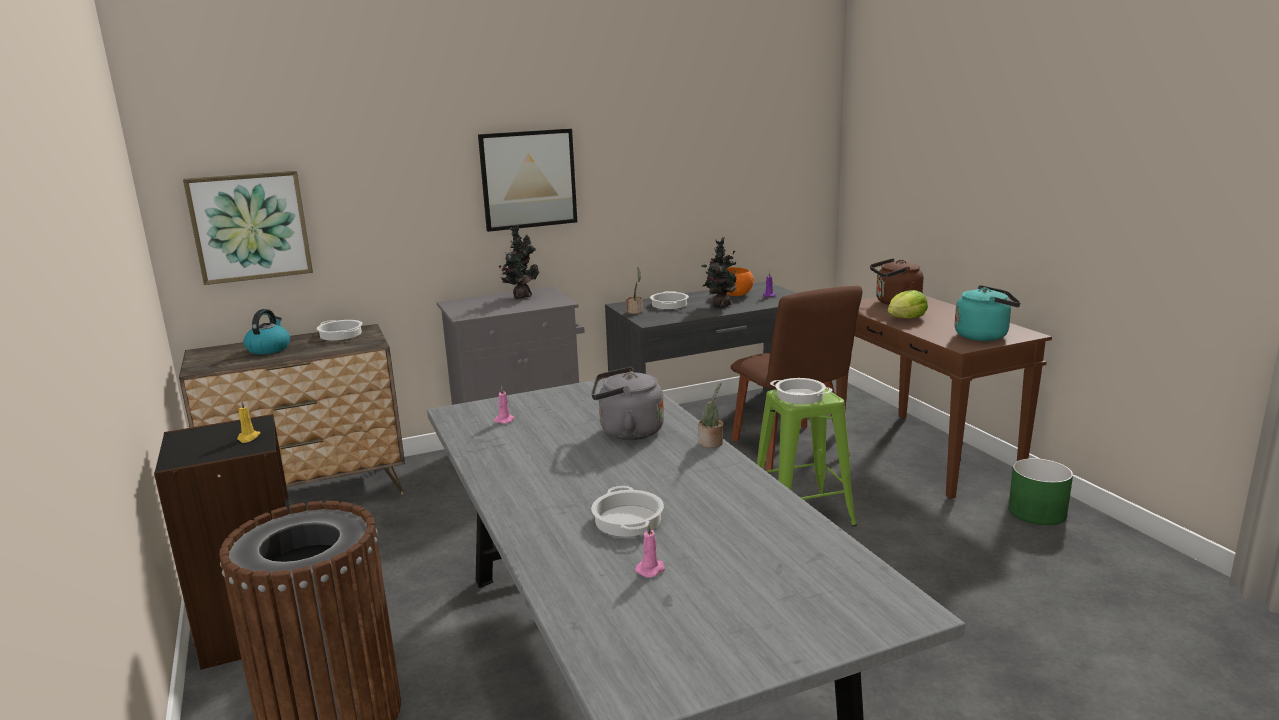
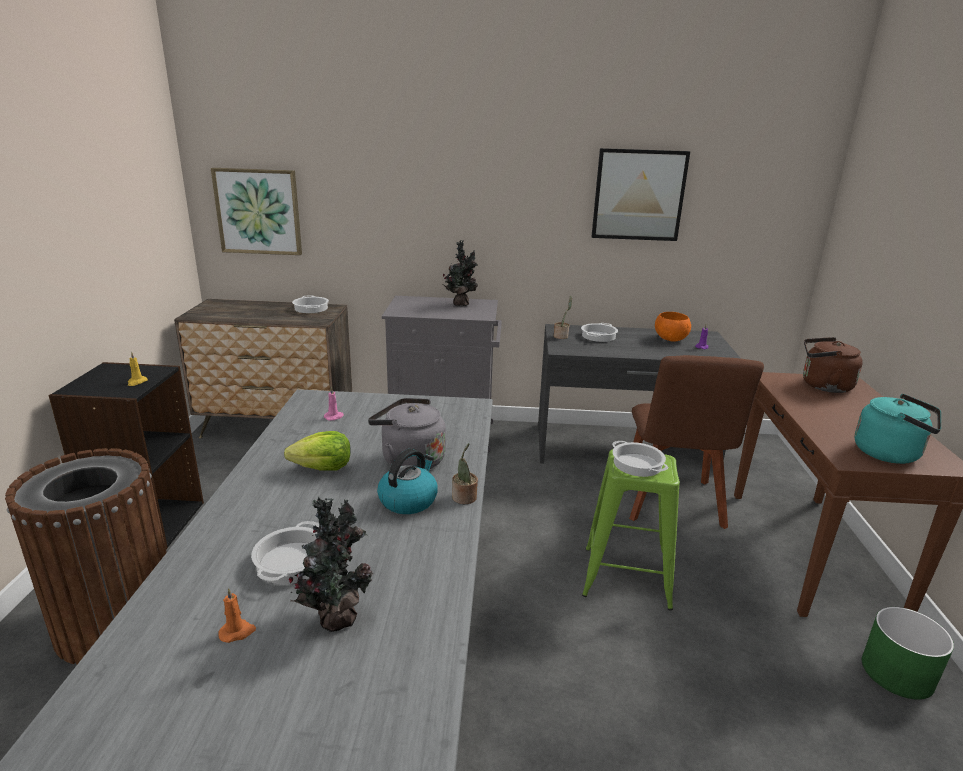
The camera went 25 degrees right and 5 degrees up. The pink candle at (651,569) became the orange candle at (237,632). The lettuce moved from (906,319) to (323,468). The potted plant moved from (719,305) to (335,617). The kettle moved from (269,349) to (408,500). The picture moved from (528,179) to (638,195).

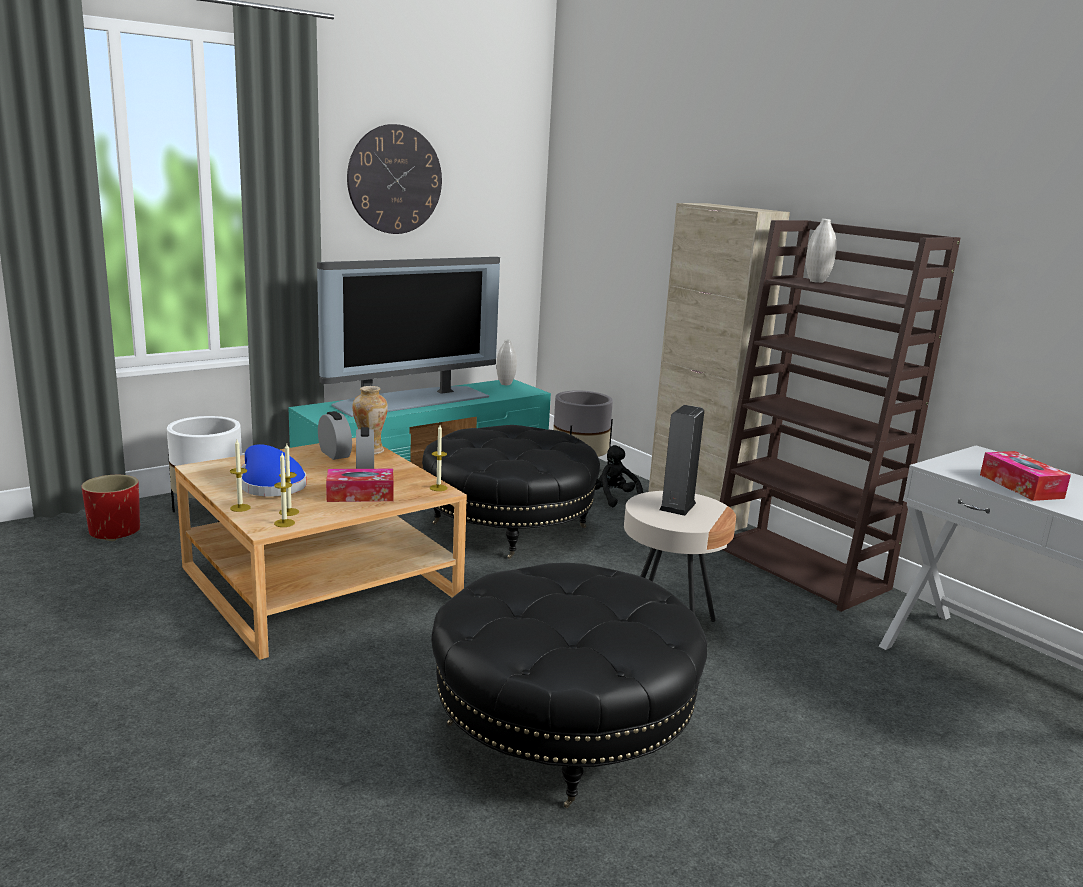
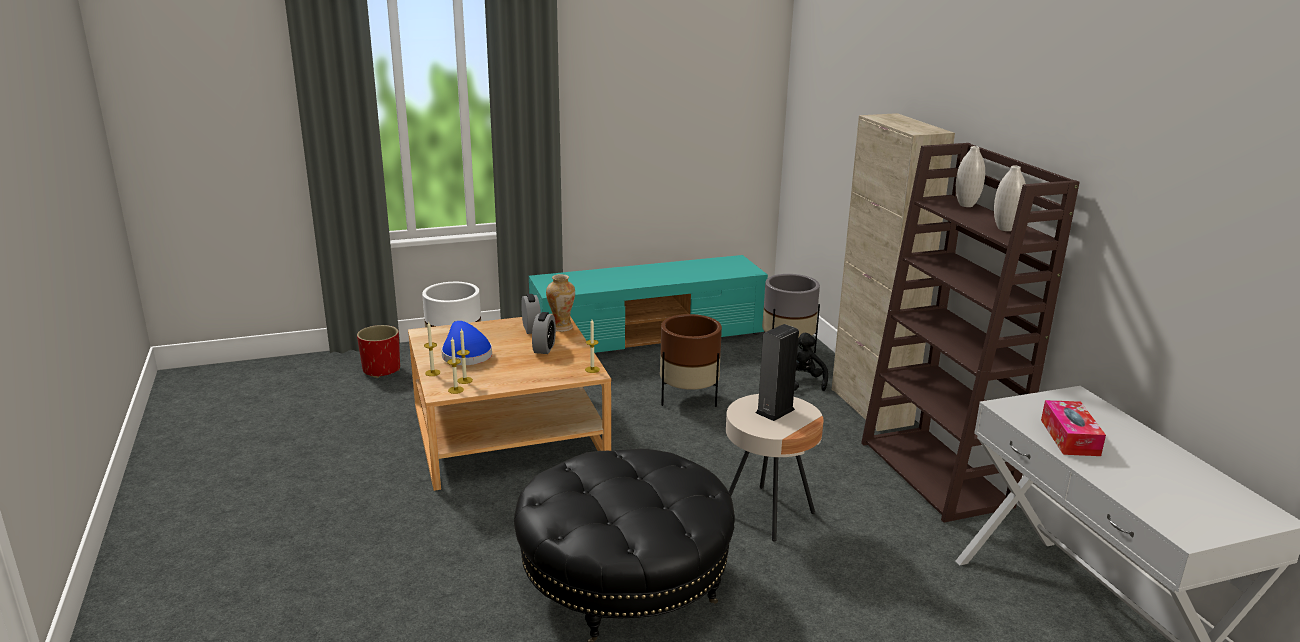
The camera went 20 degrees right and 5 degrees up. The black ottoman at (508,526) was replaced by the brown planter at (688,398). The white vase moved from (505,384) to (1005,229). The television at (410,400) disappeared. The tissue box at (360,495) disappeared. The wall clock at (395,179) disappeared.

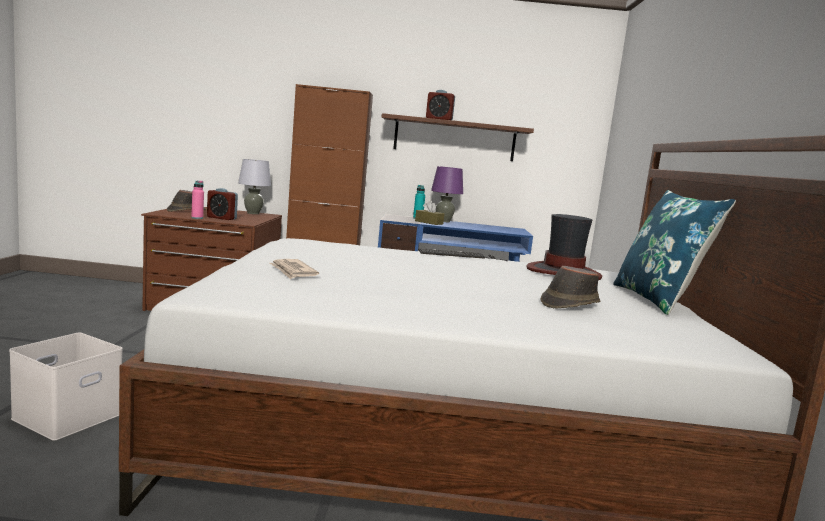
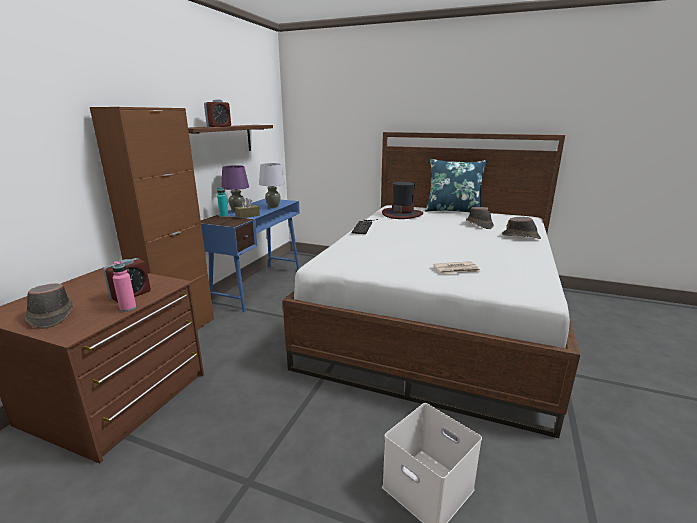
The camera went 70 degrees left and 10 degrees up. The grey table lamp moved from (253,213) to (273,207). The brown hat at (521,237) appeared.

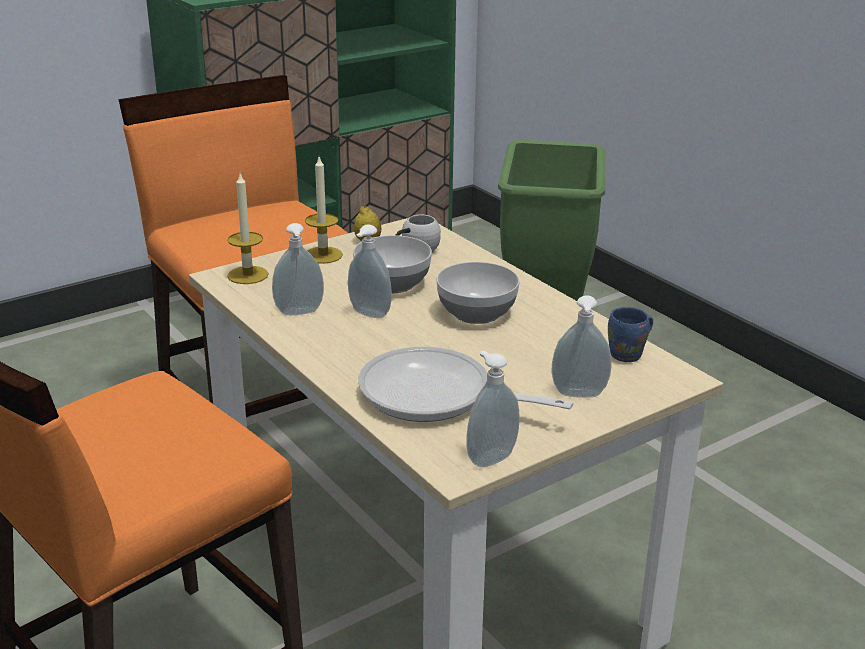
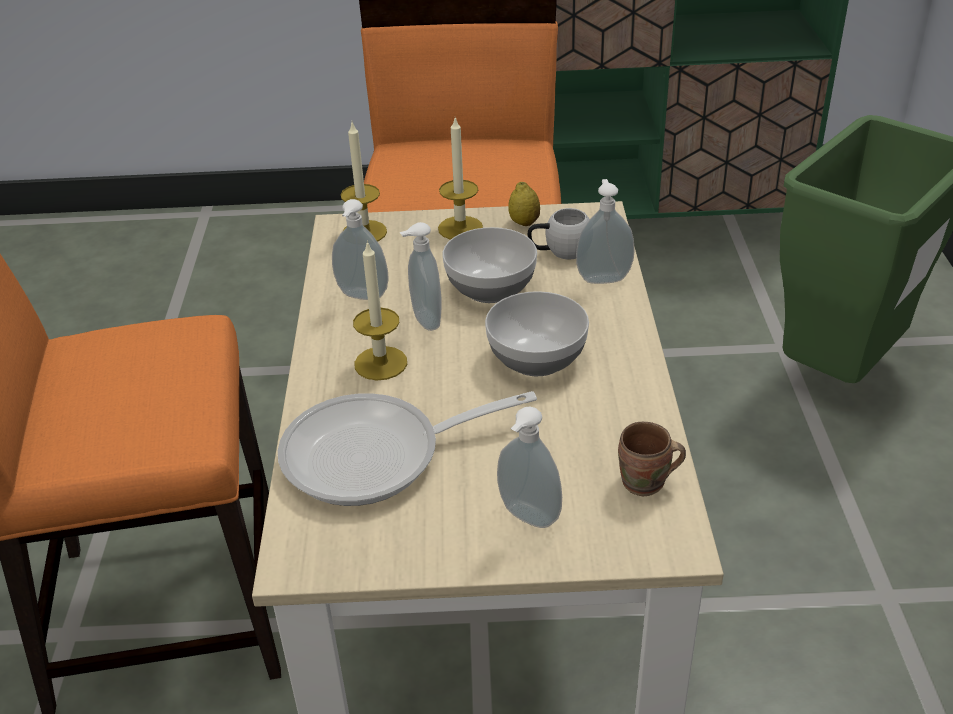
The camera went 35 degrees right and 10 degrees up. The frying pan at (436,397) turned 75 degrees counterclockwise. The candle at (380,363) appeared. The soap dispenser moved from (489,457) to (603,278). The blue mug at (628,355) became the brown mug at (646,484).

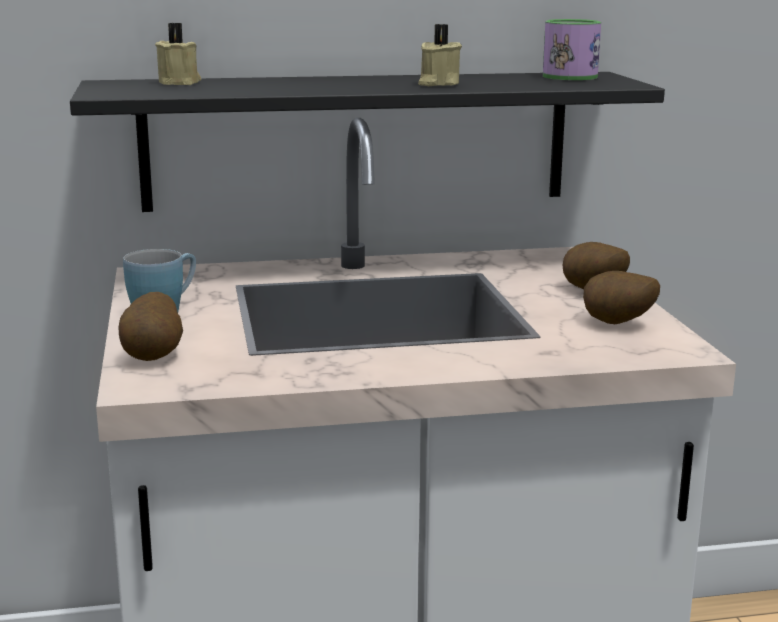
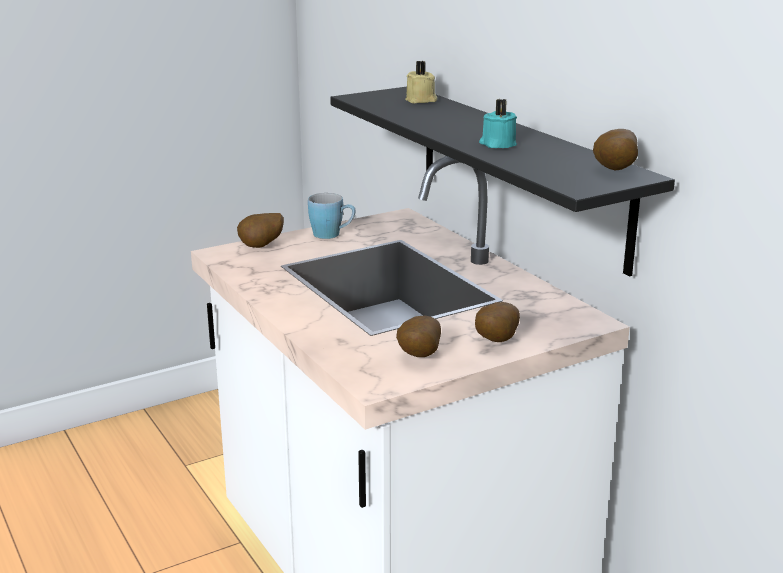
The camera went 70 degrees right and 5 degrees up. The beige candle at (437,84) became the turquoise candle at (497,144). The mug at (574,75) was replaced by the potato at (613,170).

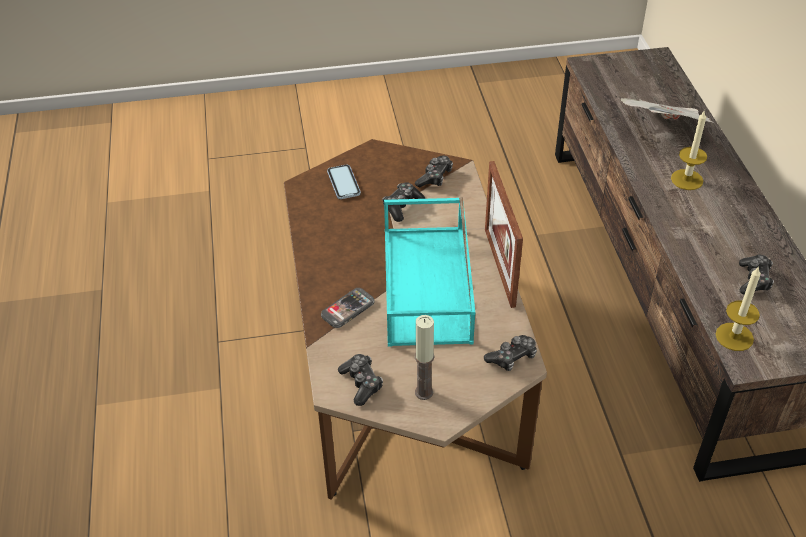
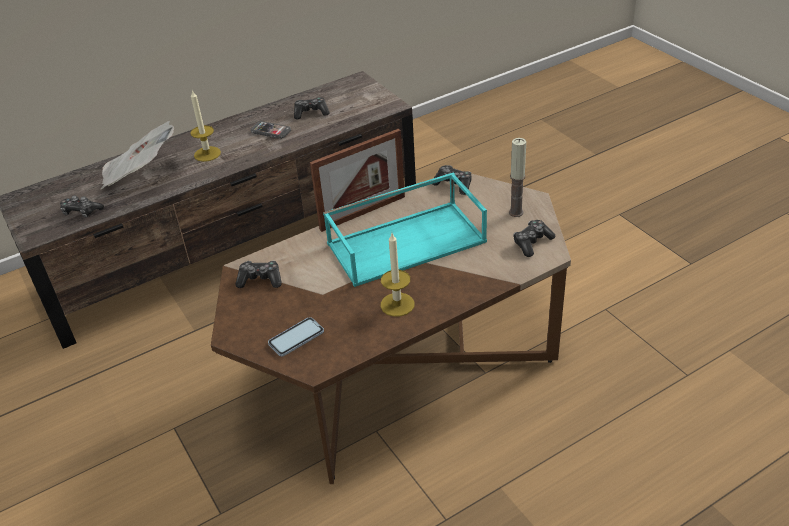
The camera went 110 degrees left and 5 degrees down. The game controller moved from (402,206) to (81,212). The phone moved from (348,309) to (271,131). The candle moved from (734,336) to (397,304).

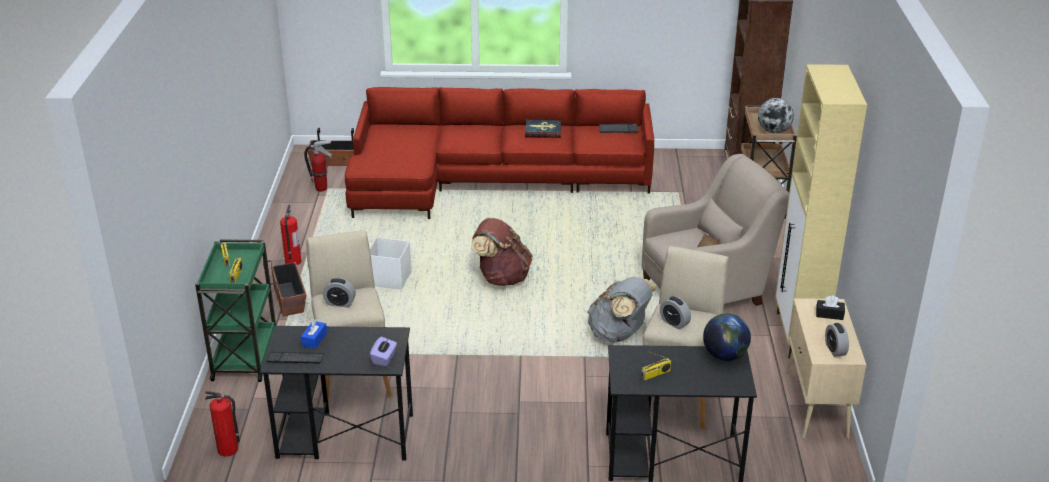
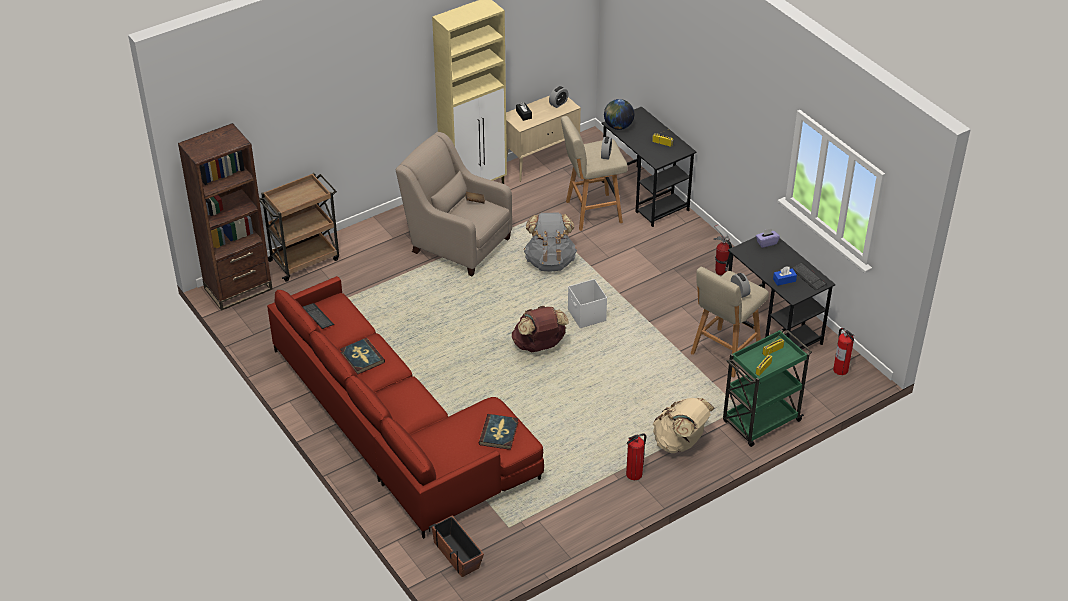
The camera went 125 degrees left and 10 degrees up. The book at (499,433) appeared. The white storage box moved from (389,278) to (586,316). The planter at (289,299) was replaced by the beige backpack at (680,442). The fire extinguisher moved from (322,189) to (720,271). The globe at (773,131) disappeared.

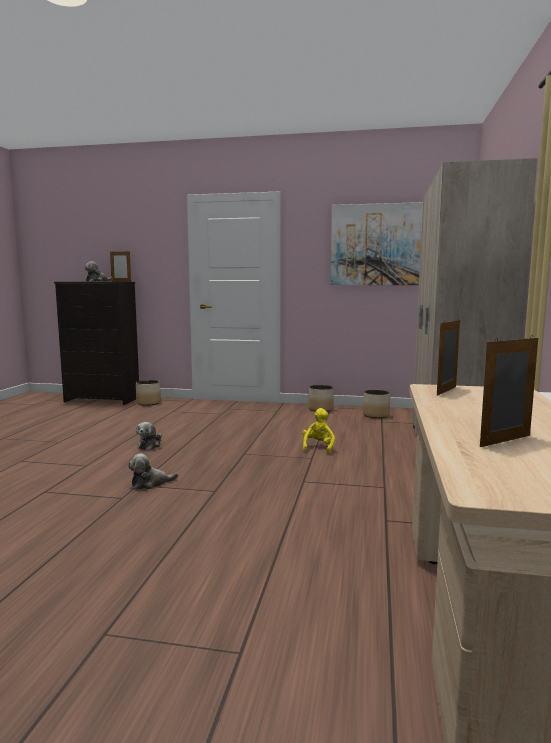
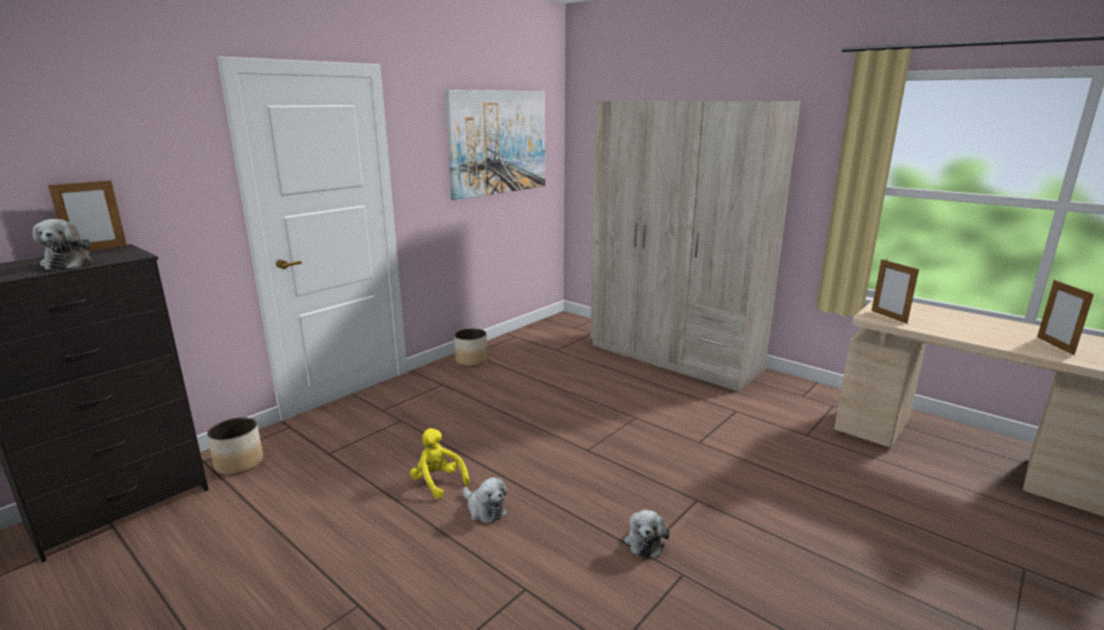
The camera went 60 degrees left and 10 degrees up. The yellow plush toy moved from (318,448) to (438,482). The planter at (375,415) disappeared.

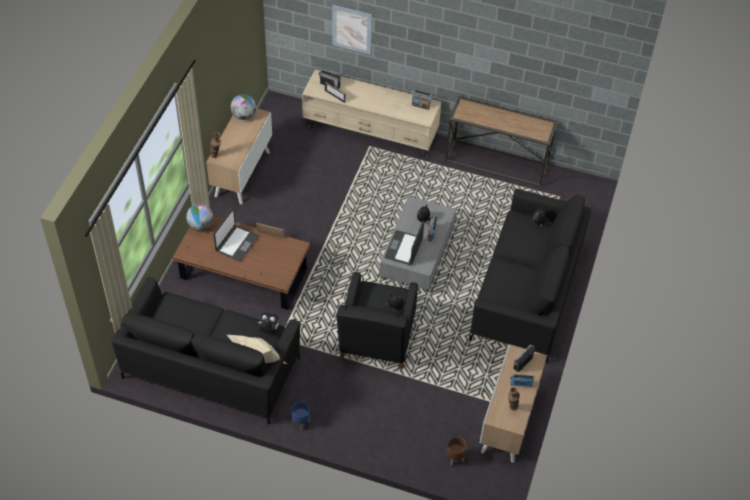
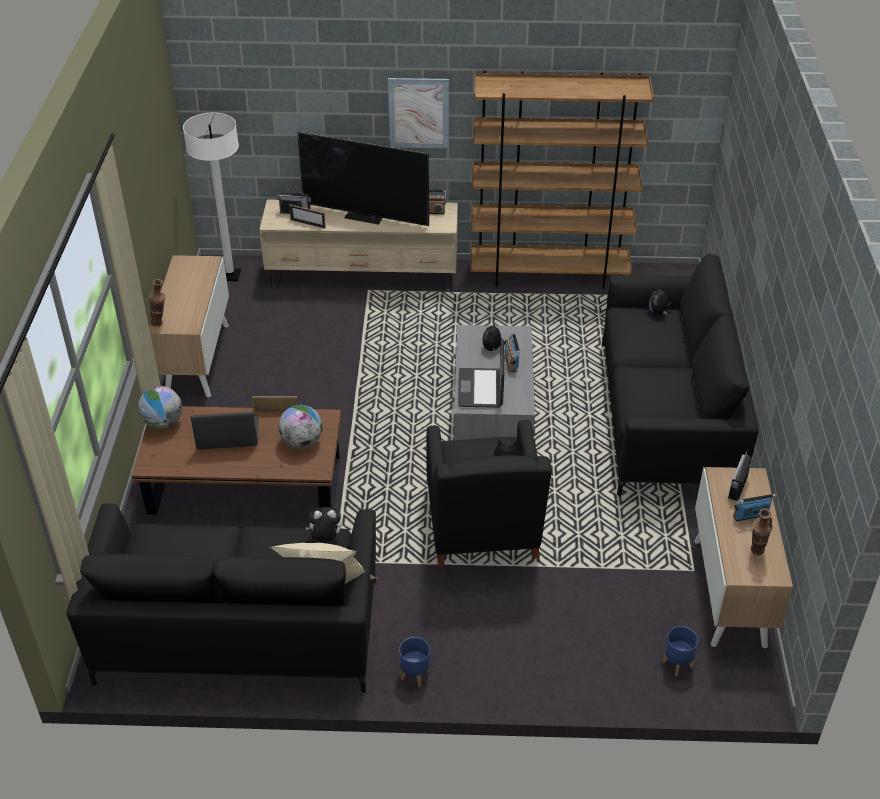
The camera went 15 degrees left and 10 degrees down. The white floor lamp at (230,275) appeared. The laptop at (236,243) turned 105 degrees counterclockwise. The globe moved from (244,116) to (302,442). The television at (365,216) appeared. The picture moved from (352,29) to (418,113). The console table at (497,162) was replaced by the brown bookcase at (549,274). The brown planter at (455,457) became the blue planter at (677,663).

